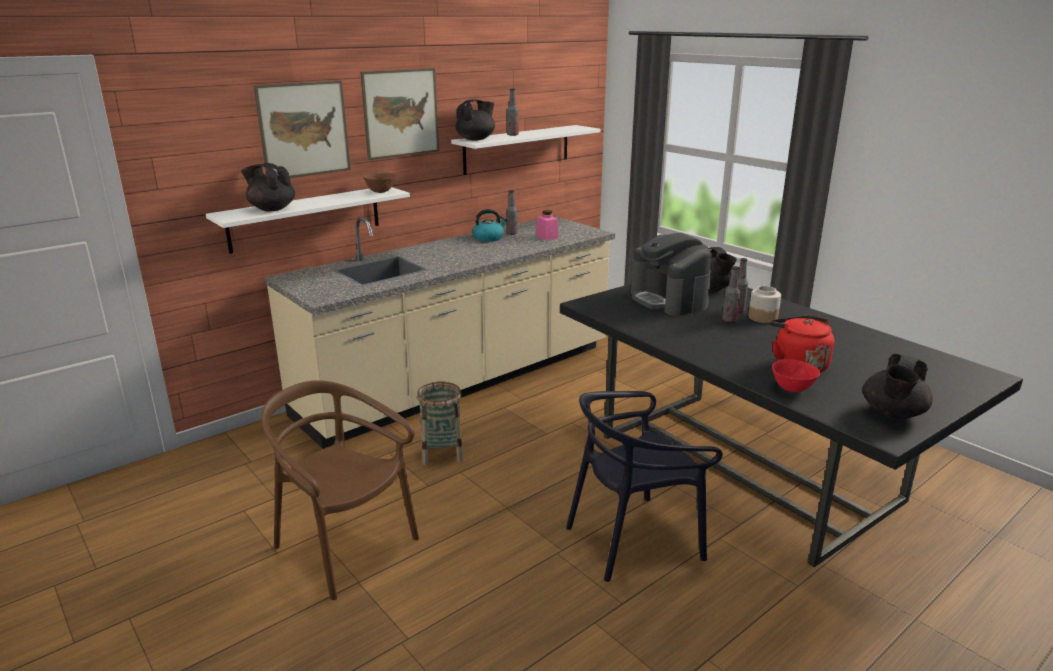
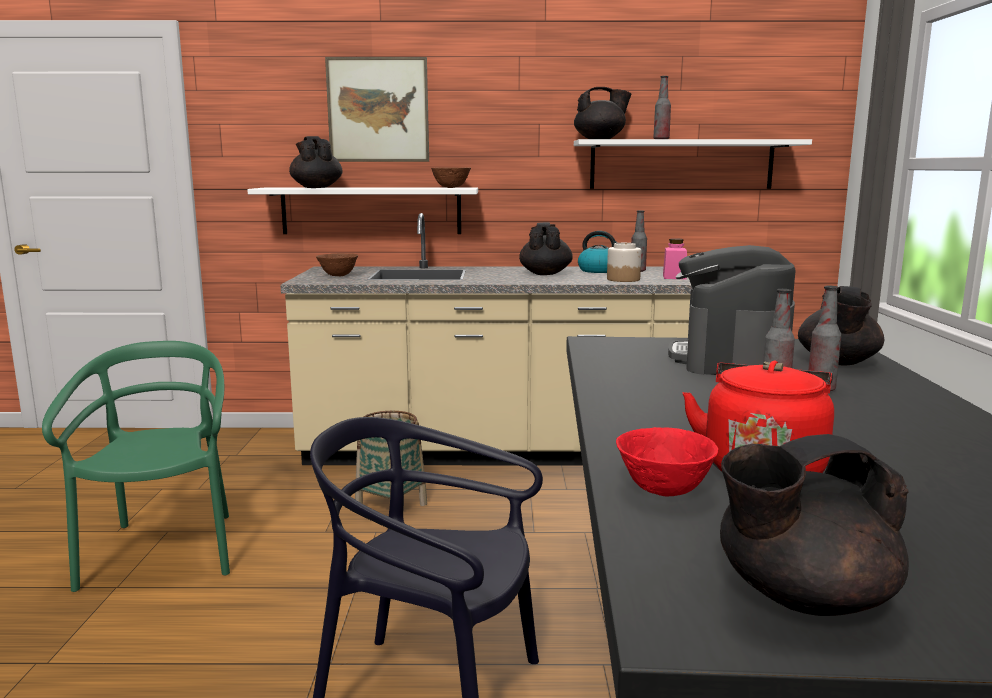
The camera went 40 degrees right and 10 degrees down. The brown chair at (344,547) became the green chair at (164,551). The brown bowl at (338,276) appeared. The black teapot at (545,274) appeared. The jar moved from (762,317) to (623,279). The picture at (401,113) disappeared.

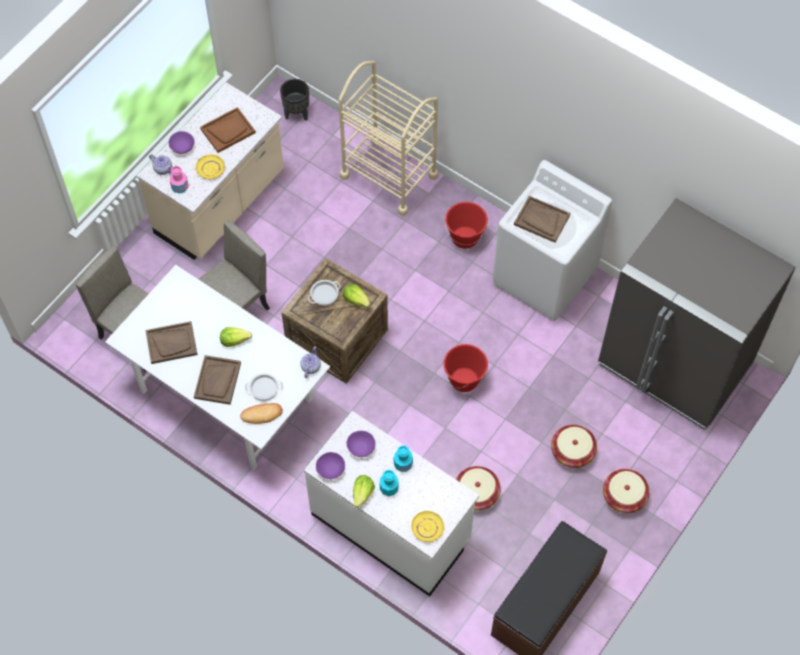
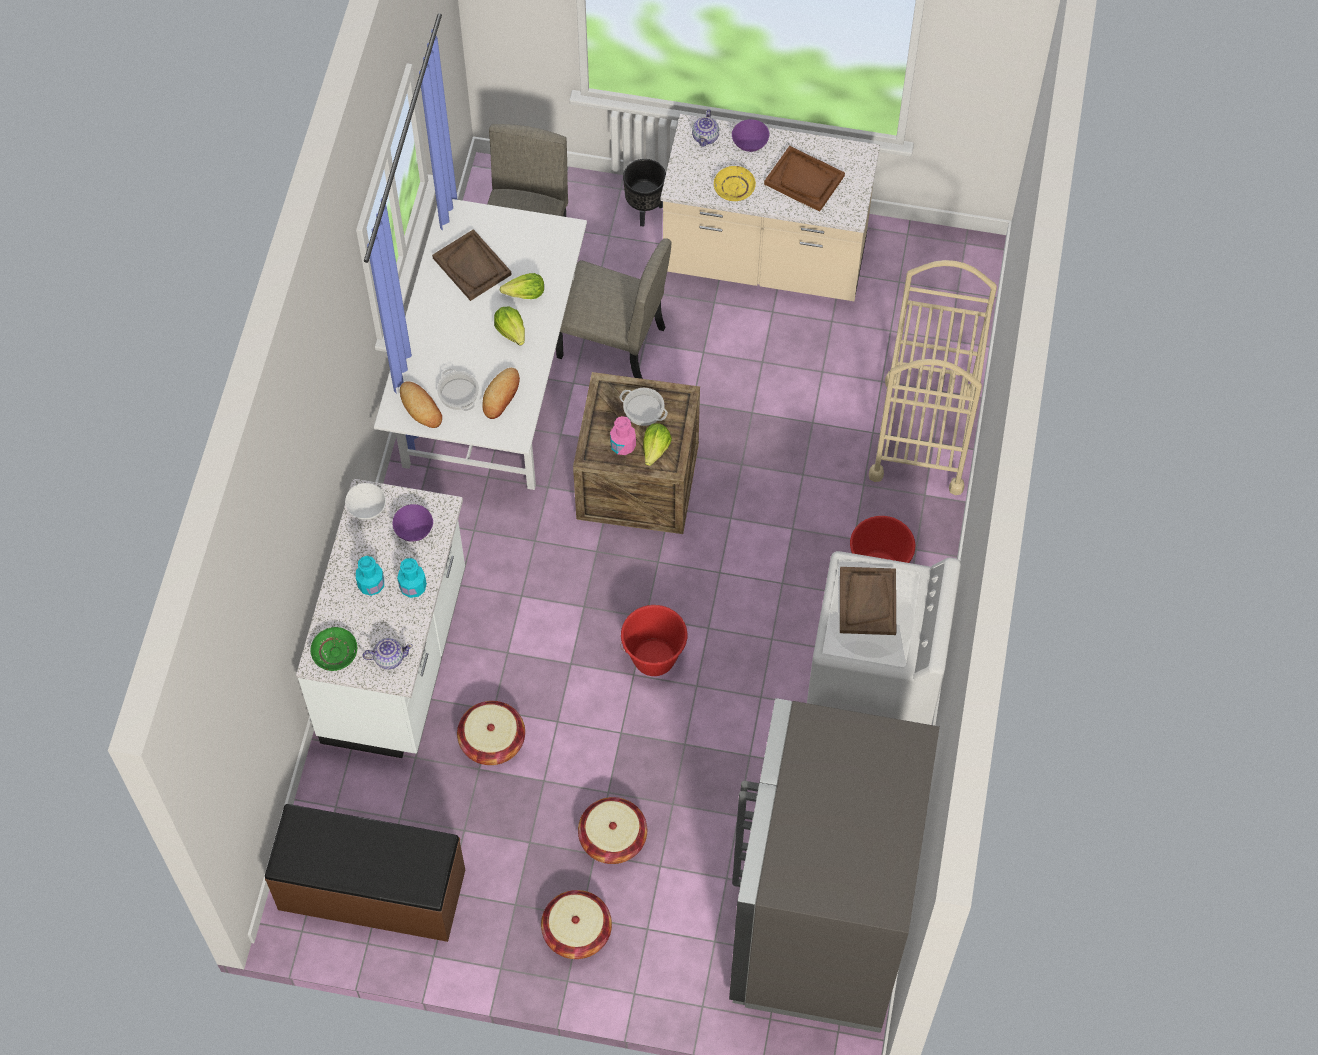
The camera went 65 degrees right and 0 degrees up. The yellow plate at (427,528) became the green plate at (335,652). The purple bowl at (330,469) became the white bowl at (367,507). The teapot moved from (310,367) to (389,658). The bread at (501,395) appeared. The lettuce moved from (362,493) to (525,294). The pink bottle moved from (180,187) to (623,445). The black planter moved from (297,113) to (645,211). The brown tray at (217,381) disappeared.

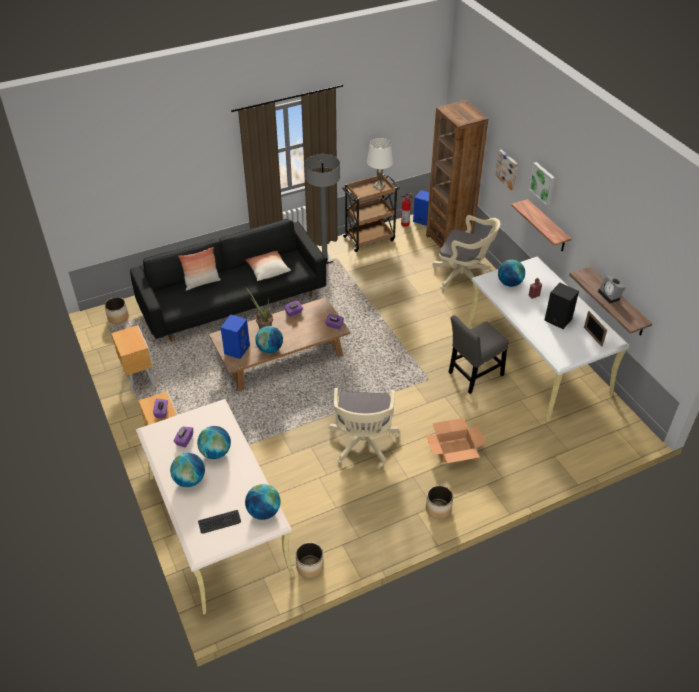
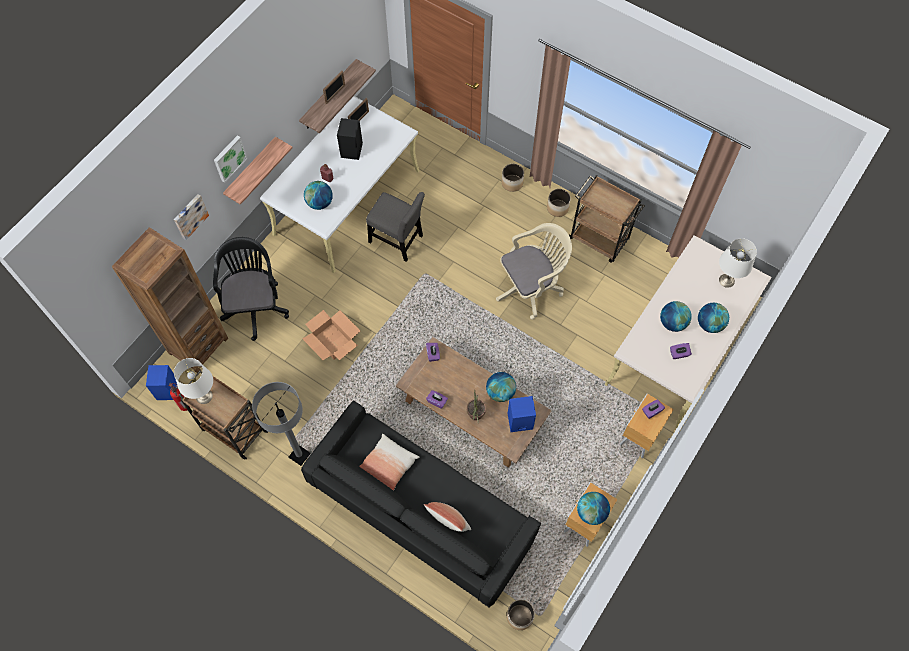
The camera went 120 degrees left and 20 degrees up. The beige office chair at (464,276) became the black office chair at (255,305). The cardboard box moved from (454,450) to (333,341). The alarm clock at (610,296) was replaced by the picture frame at (335,94). The planter moved from (310,567) to (512,183). The brown cart at (599,240) appeared. The globe moved from (263,512) to (591,512). The keyboard at (219,522) was replaced by the white table lamp at (726,280).

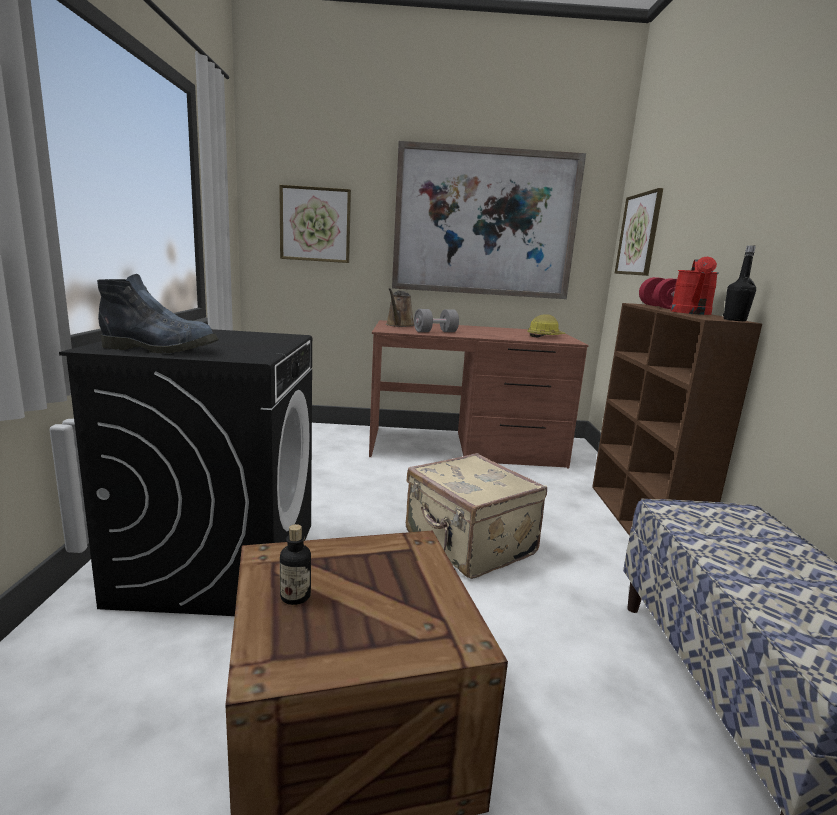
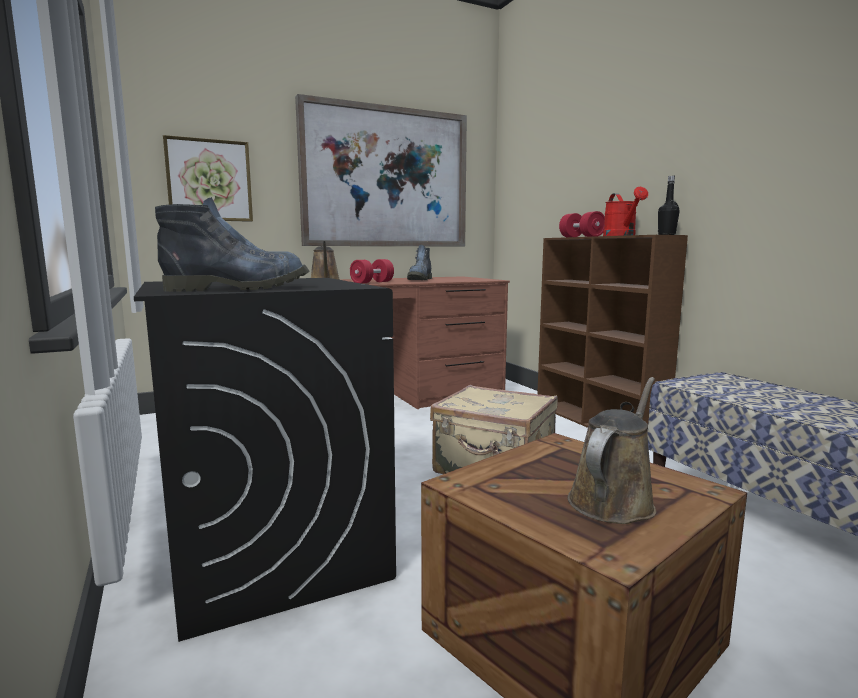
The camera went 25 degrees left and 5 degrees down. The grey dumbbell at (435,332) became the red dumbbell at (372,282). The boot at (420,279) appeared. The brown watering can at (614,500) appeared. The bottle at (295,596) disappeared. The hard hat at (545,336) disappeared. The picture at (639,234) disappeared.

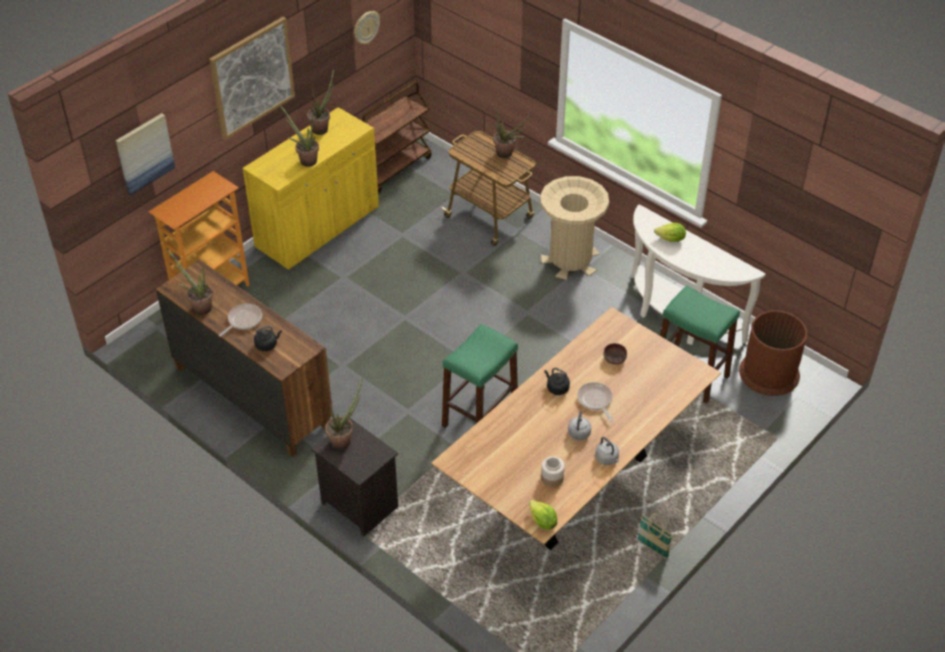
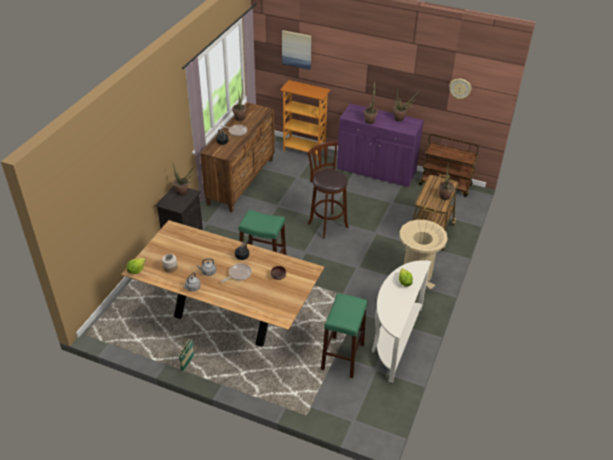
The camera went 70 degrees right and 5 degrees down. The brown stool at (326,224) appeared. The yellow cabinet at (318,228) became the purple cabinet at (376,171). The picture at (252,77) disappeared. The brown trash can at (769,373) disappeared.

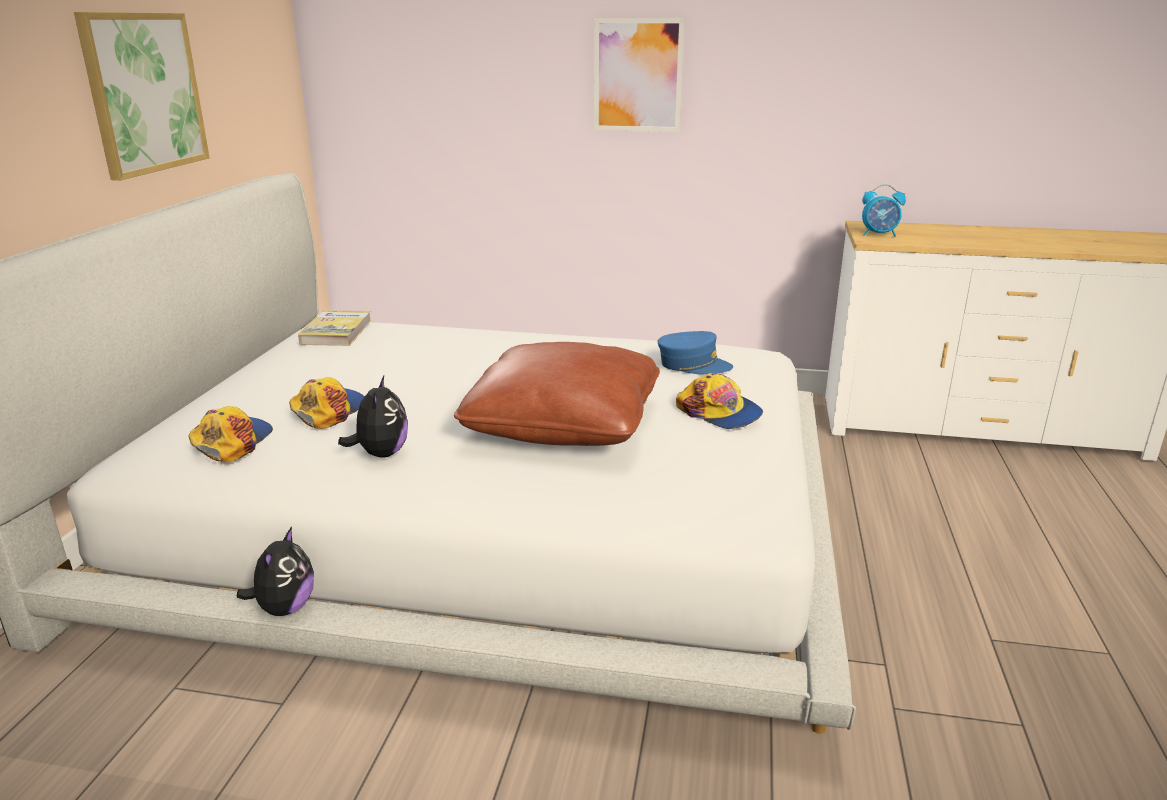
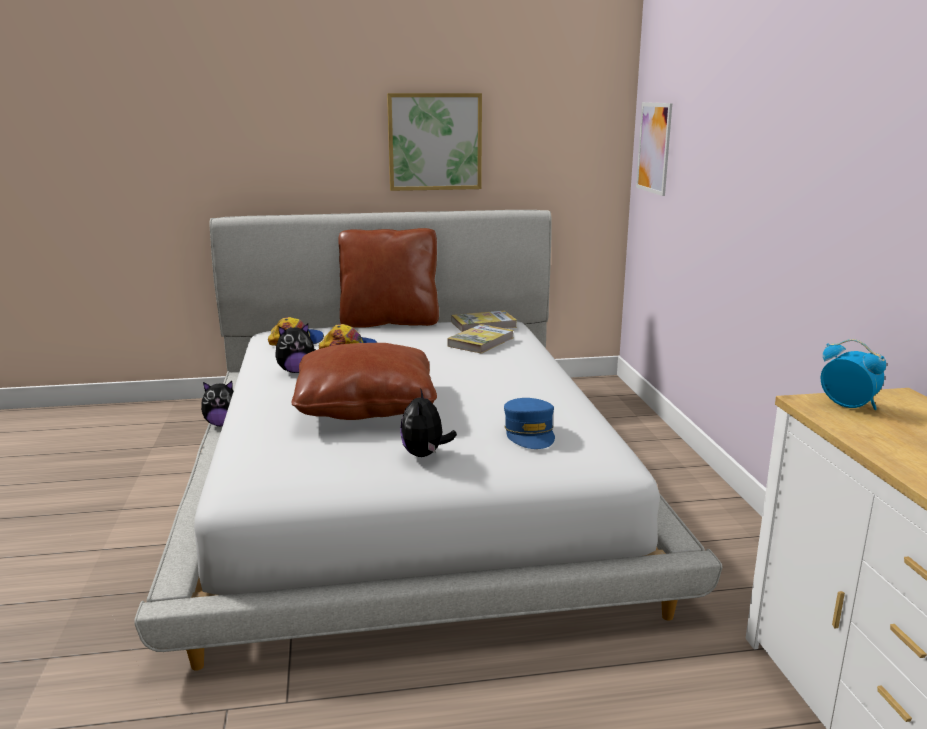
The camera went 70 degrees right and 5 degrees down. The brown pillow at (389,322) appeared. The cap at (719,413) was replaced by the plush toy at (425,454). The book at (481,342) appeared. The picture moved from (638,75) to (654,147). The alarm clock at (879,235) turned 150 degrees clockwise.

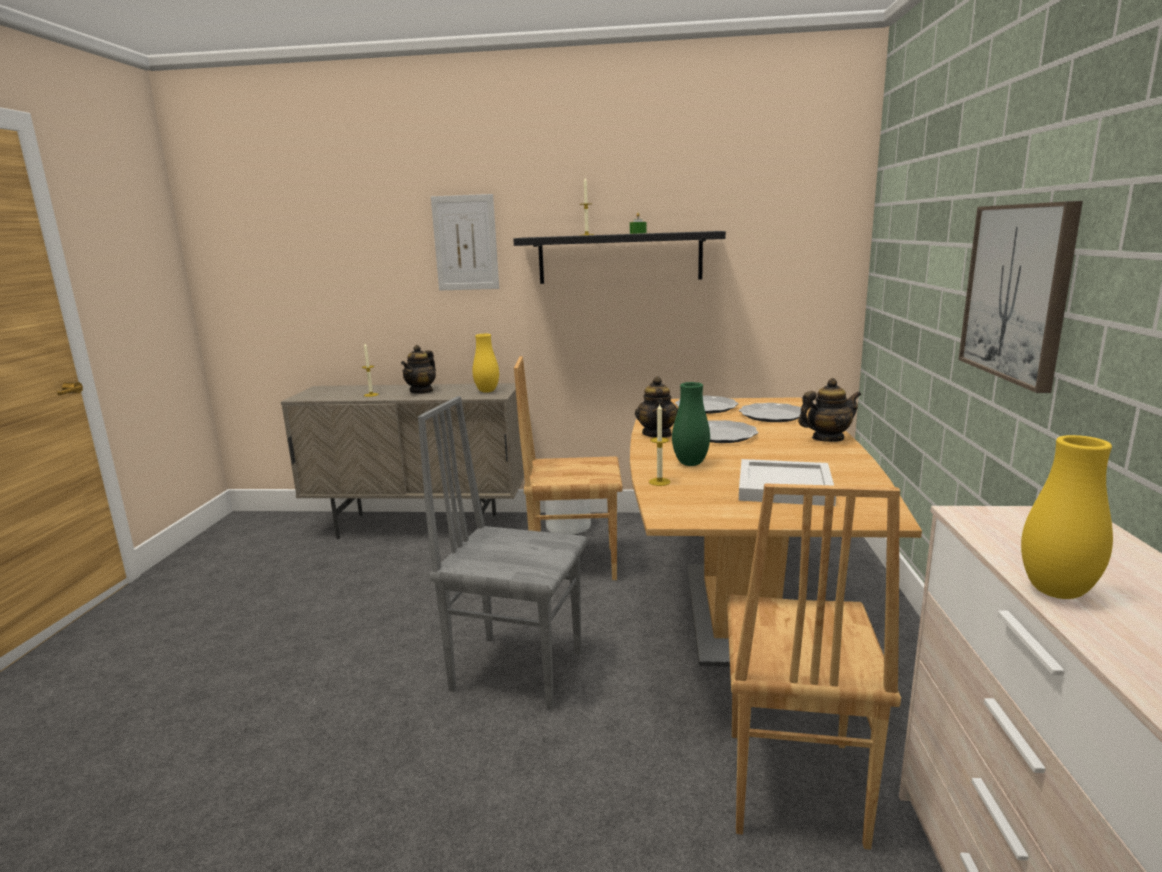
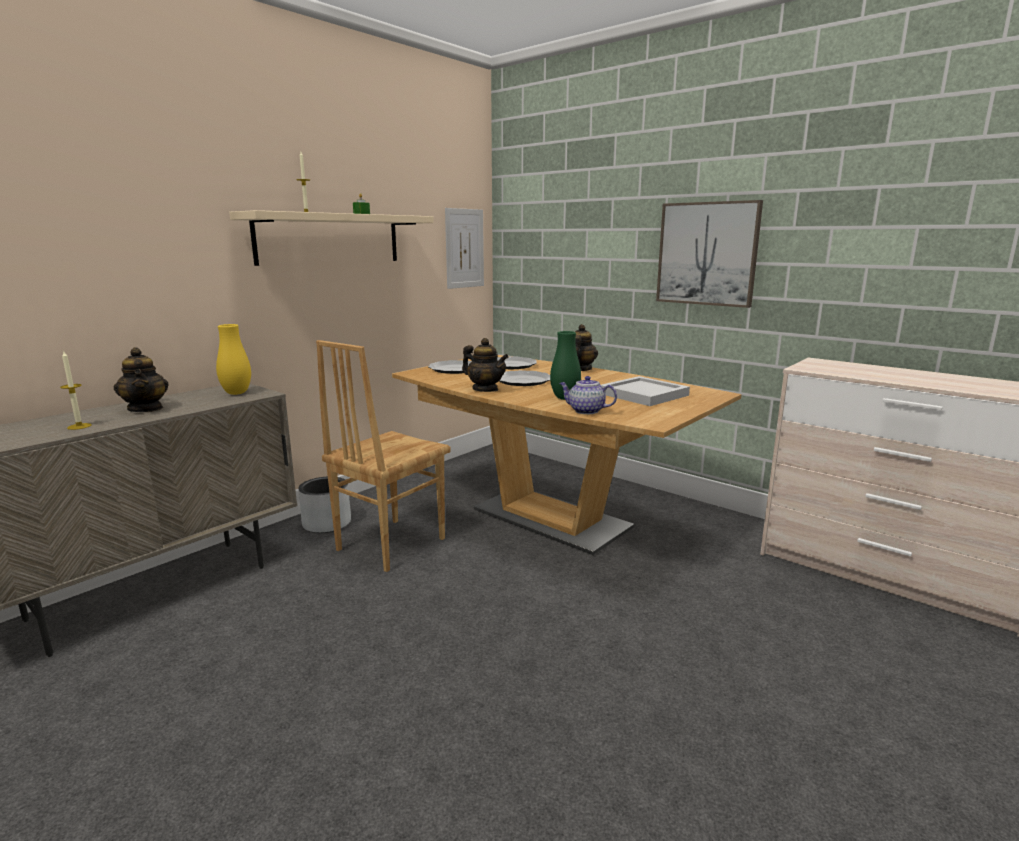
The camera went 55 degrees left and 0 degrees up. The black shelf at (620,258) became the beige shelf at (330,239). The picture moved from (465,243) to (464,248). The candle at (659,482) was replaced by the teapot at (585,411). The grey chair at (517,669) disappeared. The brown chair at (791,786) disappeared. The yellow vase at (1056,592) disappeared.

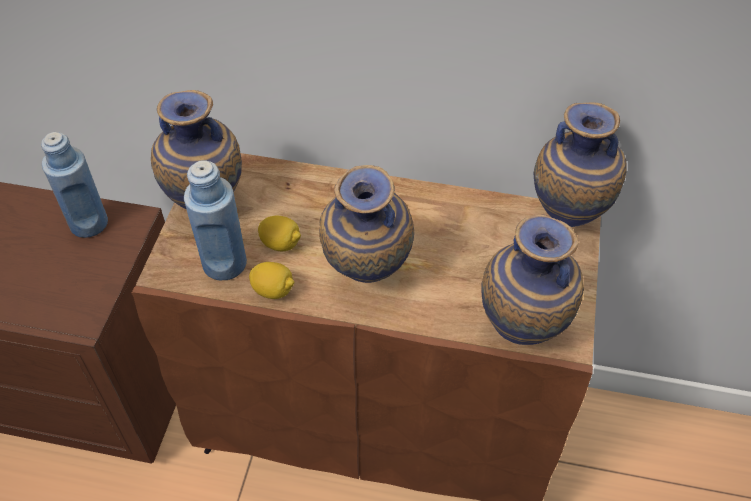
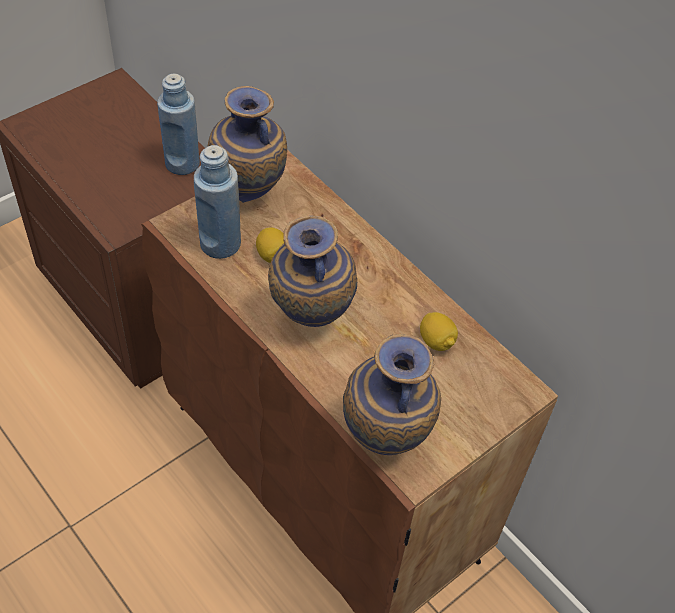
The camera went 35 degrees right and 0 degrees up. The lemon moved from (273,290) to (436,341). The vase at (567,218) disappeared.

